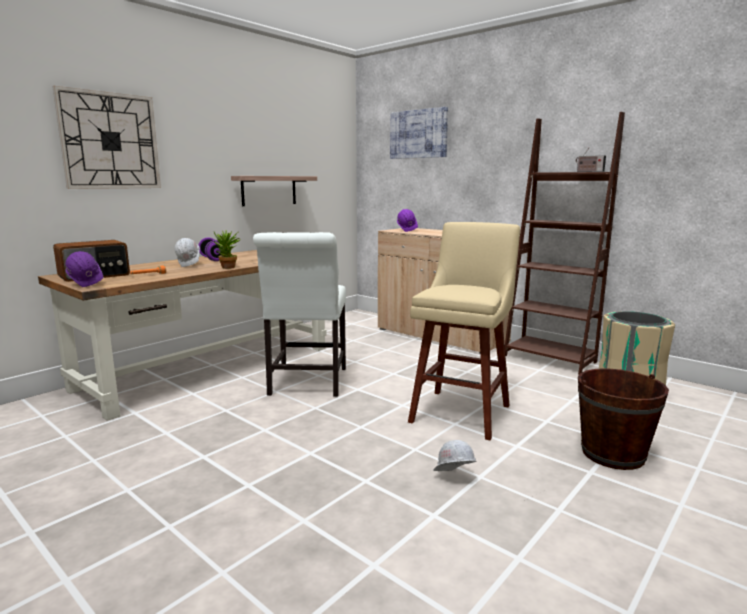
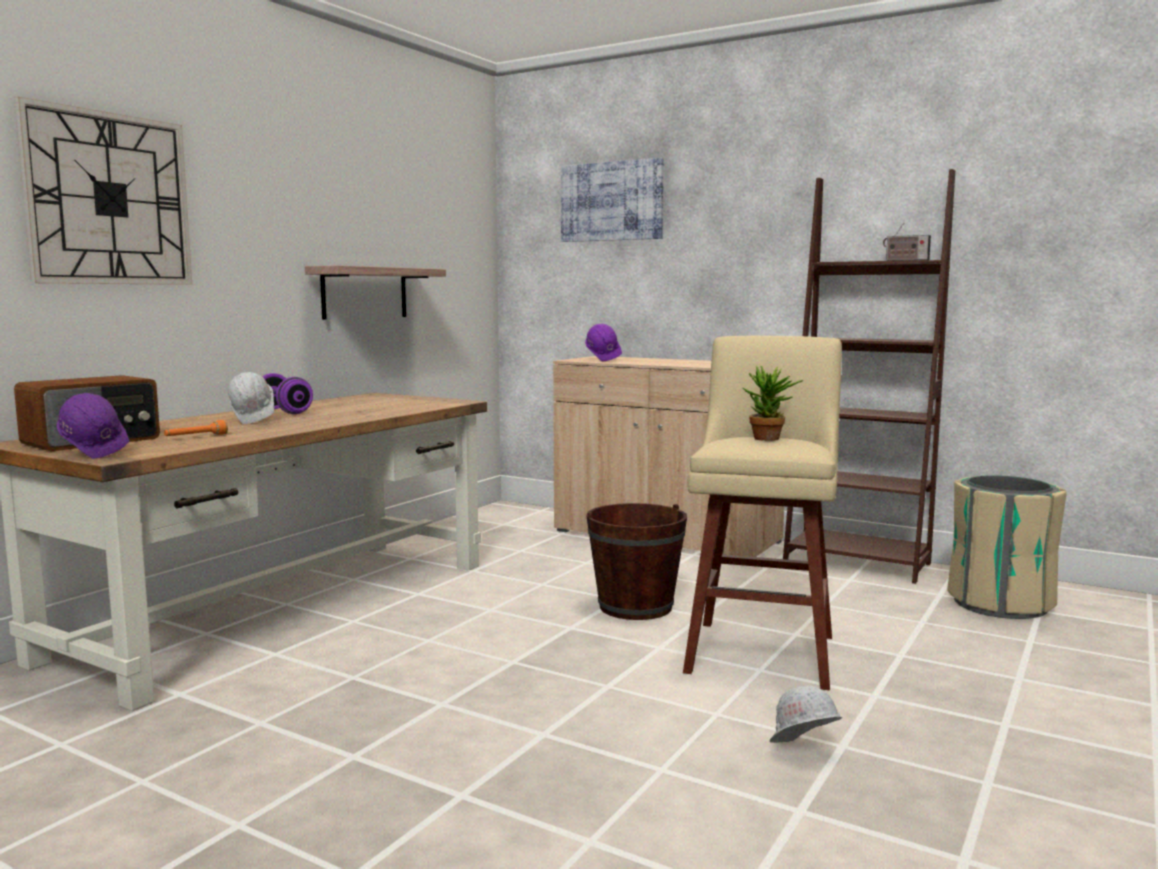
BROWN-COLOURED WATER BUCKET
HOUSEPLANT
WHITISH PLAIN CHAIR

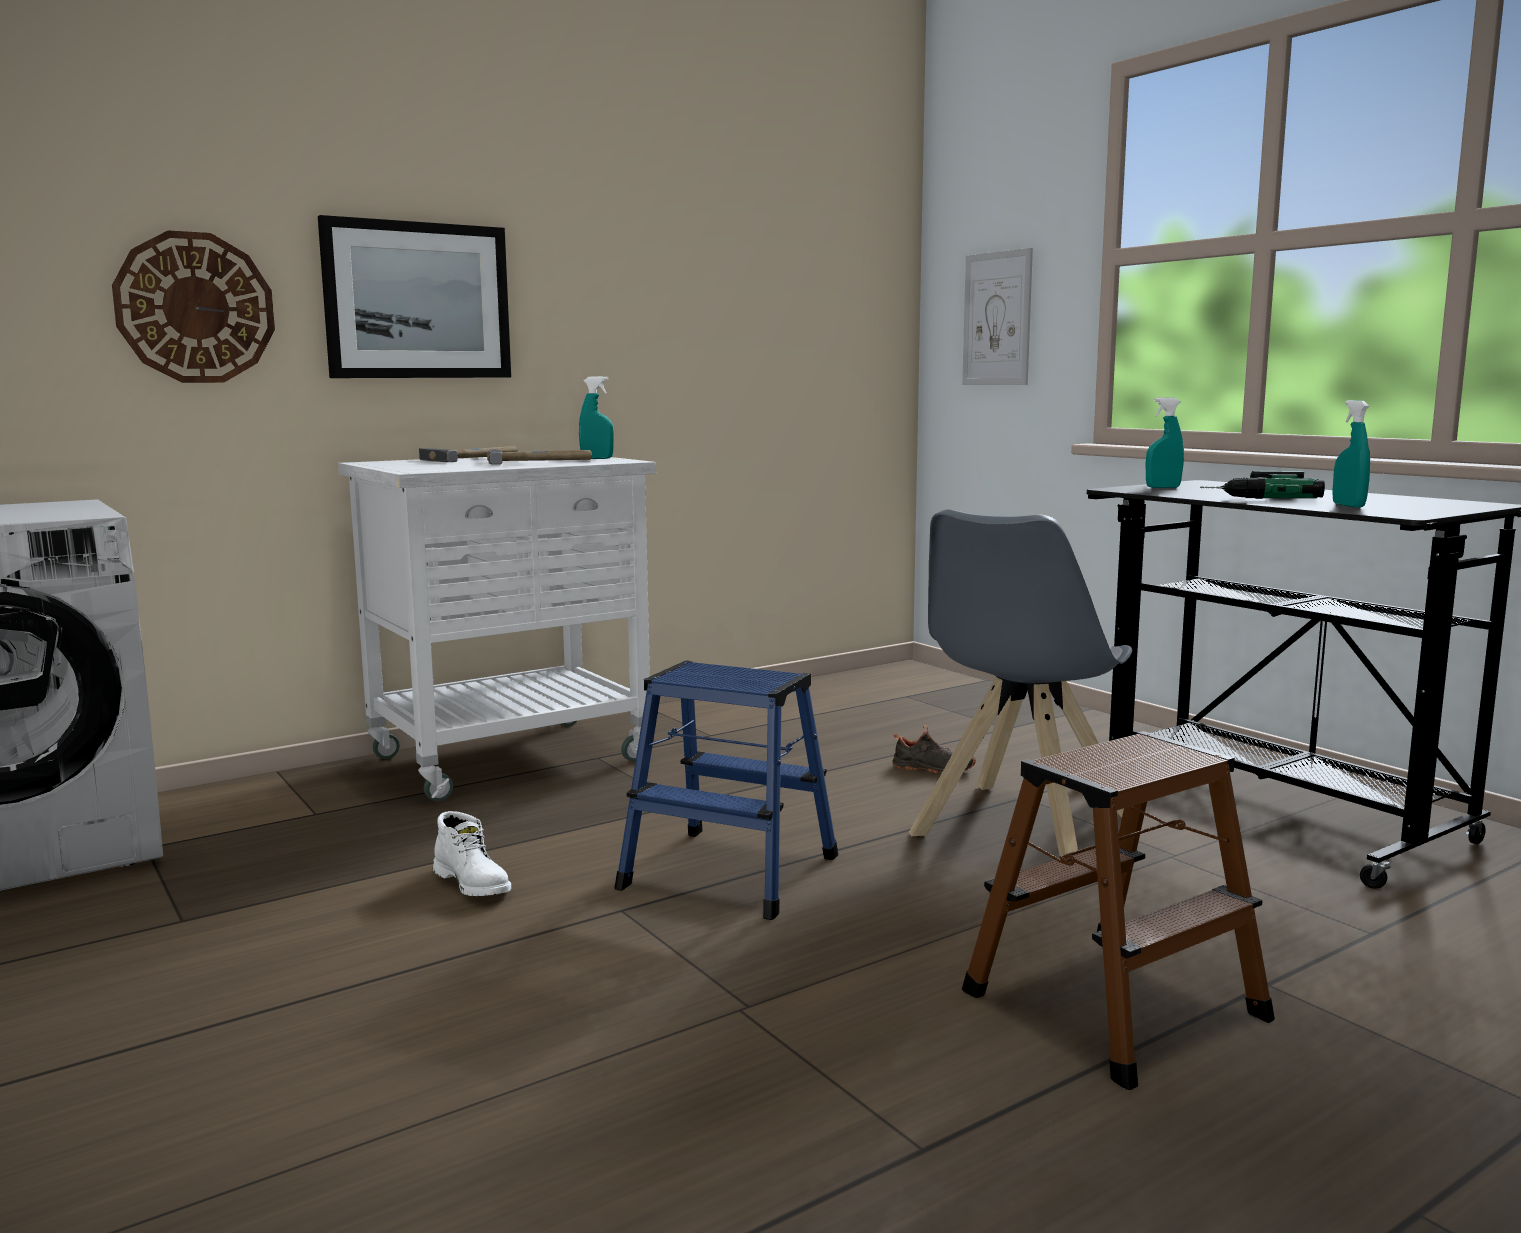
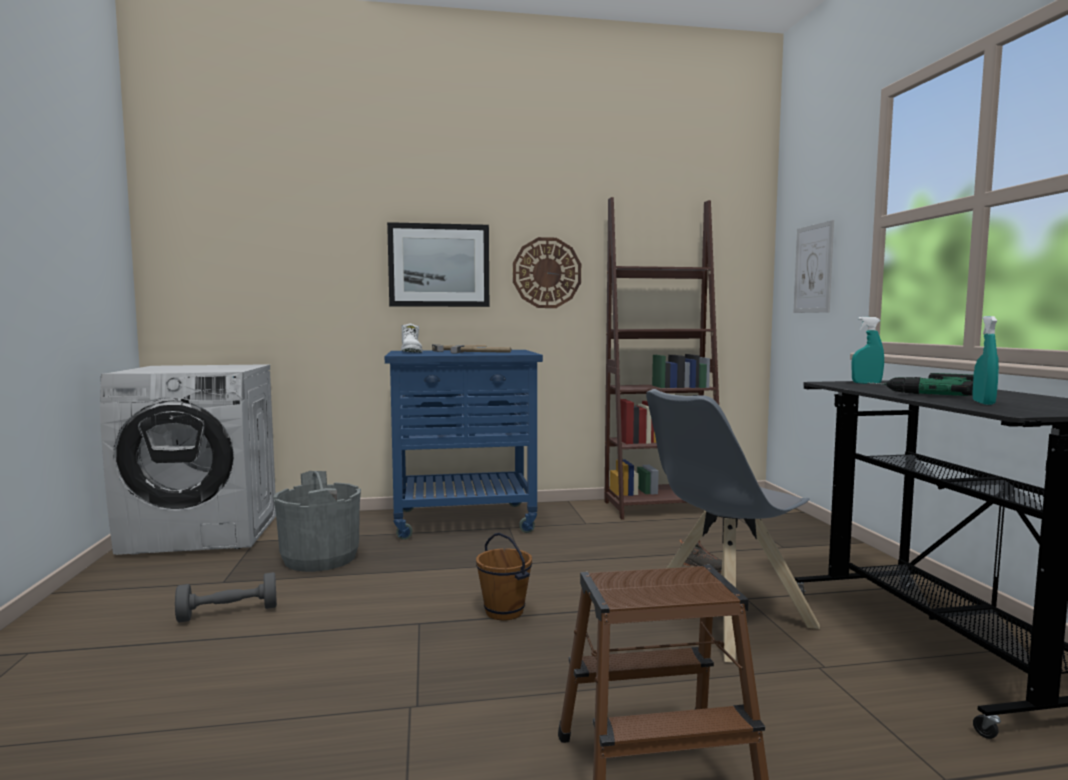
GREYISH FREE WEIGHT
GREYISH WATER BUCKET
BLUE TROLLEY
WHITISH HIGH-TOP BOOT
BROWN-COLOURED WATER BUCKET
CLOCK ON THE WALL
BROWN-COLOURED BOOKSHELF
TURQUOISE HAND SPRAYER (no. 1 from left in the first image)

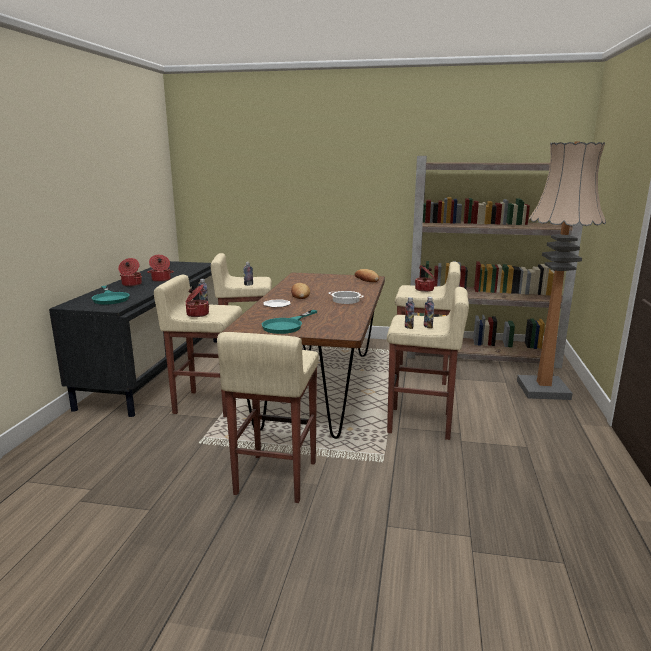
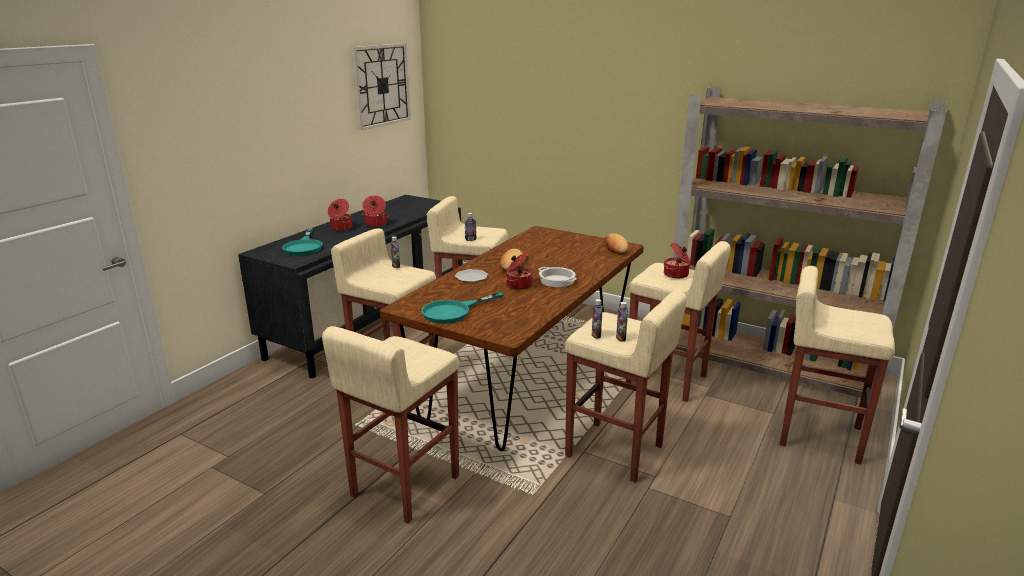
CLOCK ON THE WALL
SAUCEPOT (no. 3 from left)
BEIGE STOOL (no. 6 from left)

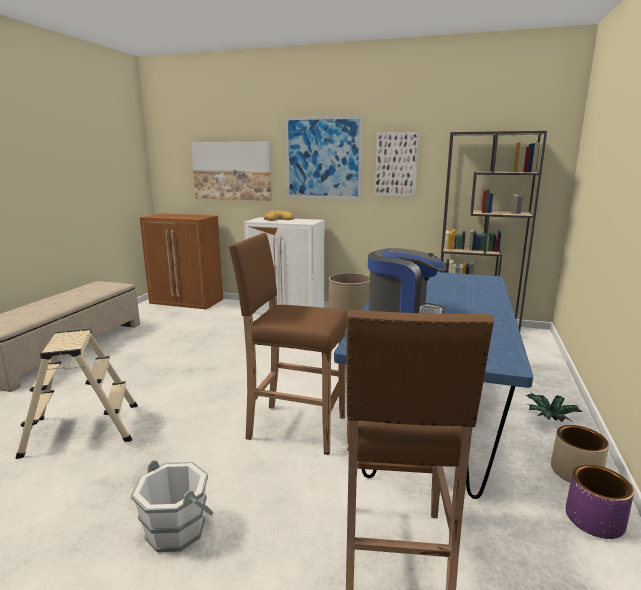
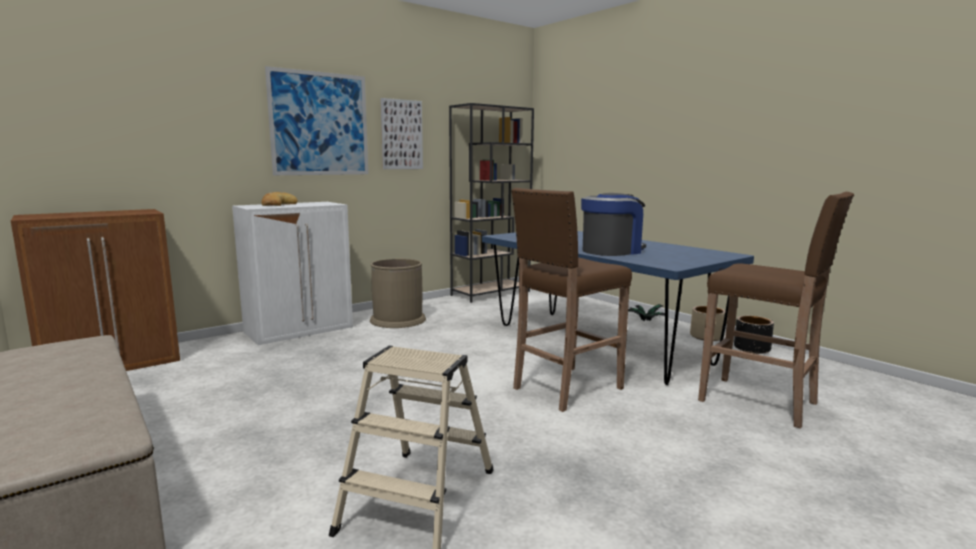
BLACK-COLOURED FLOWER POT
WHITISH WATER BUCKET
PICTURE (no. 1 from left in the first image)

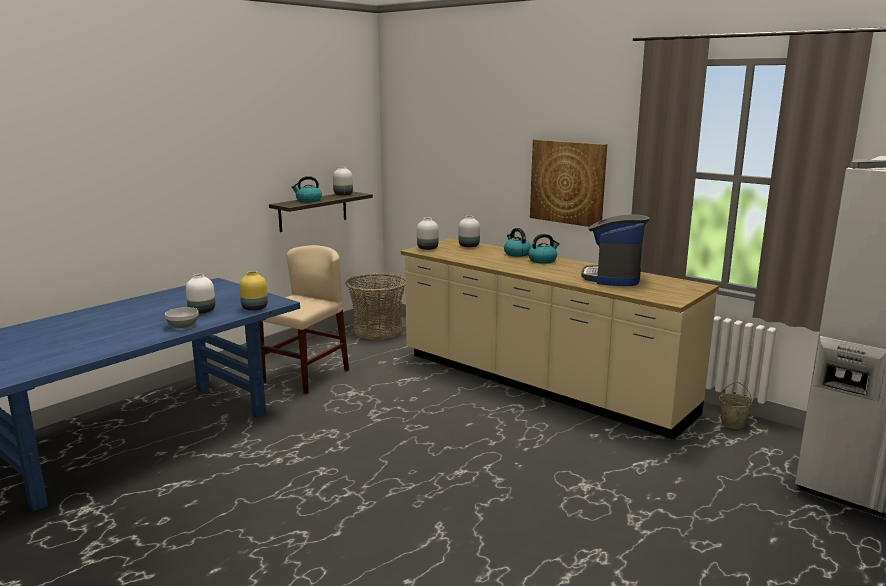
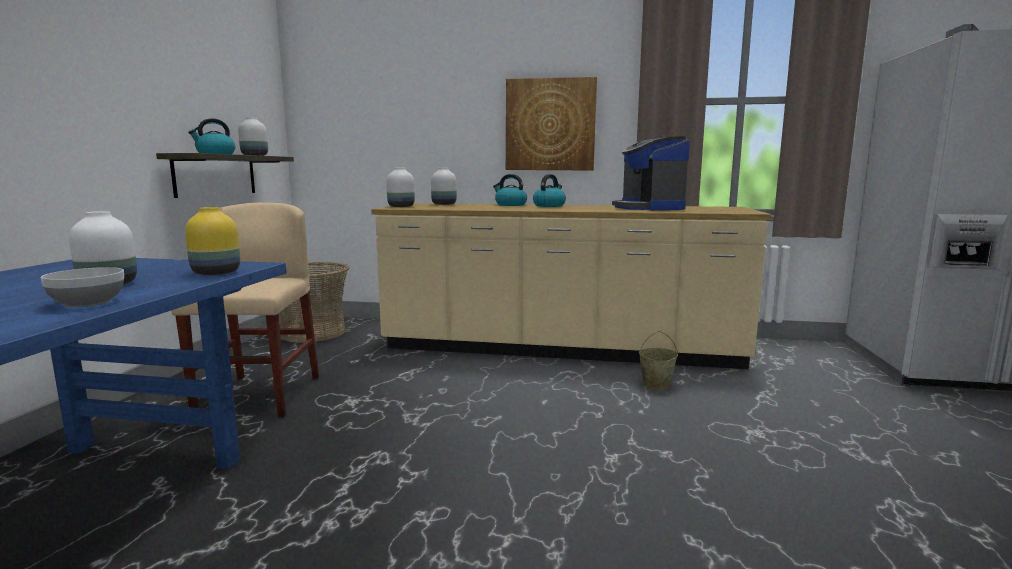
BEIGE WATER BUCKET

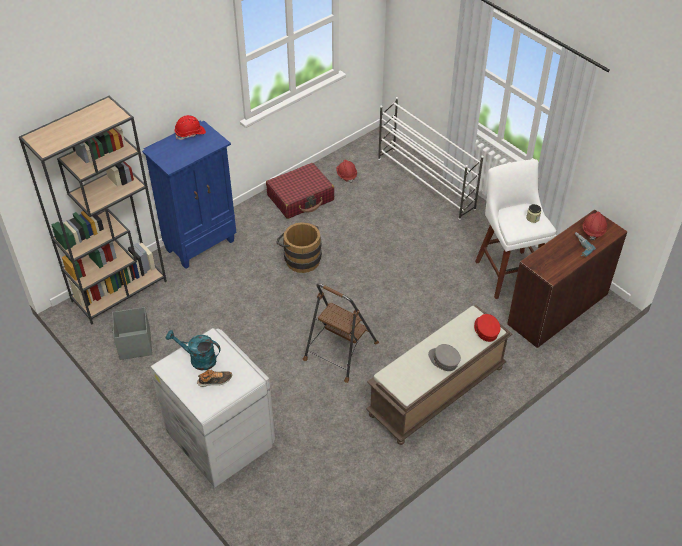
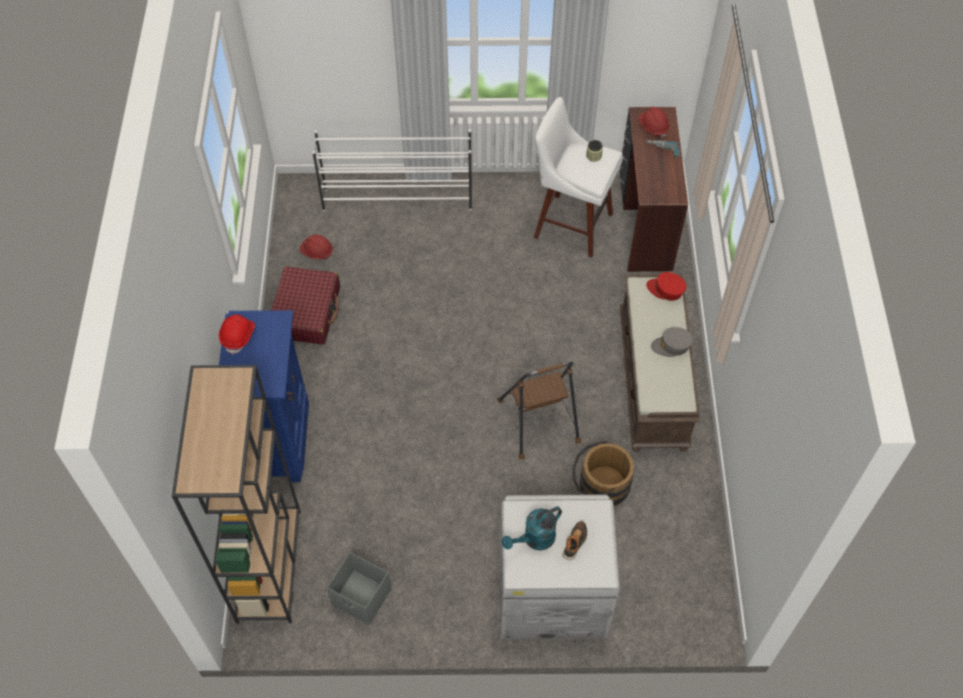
BROWN-COLOURED WATER BUCKET

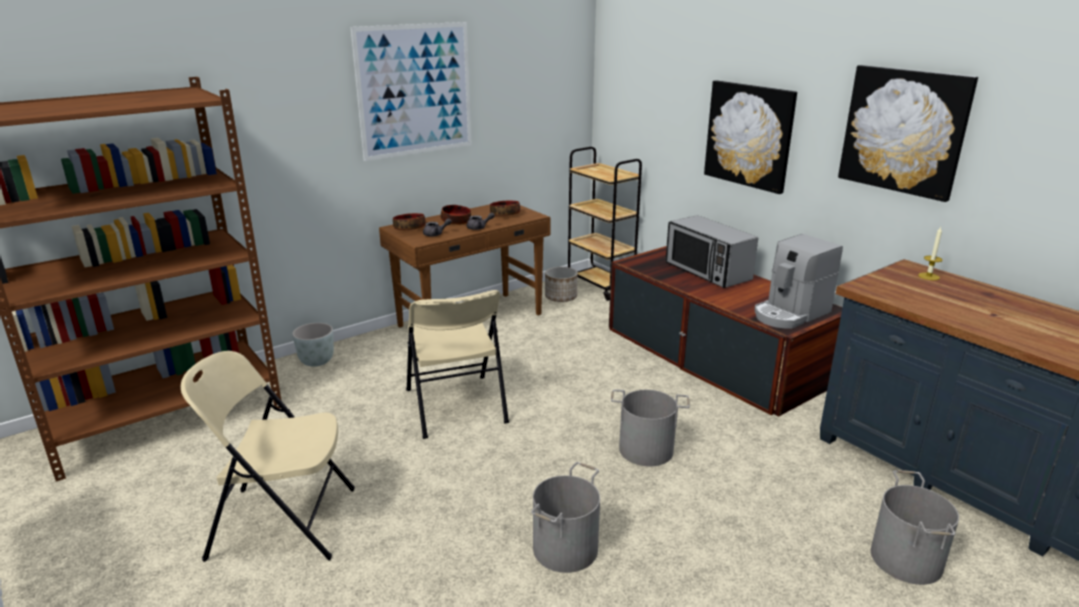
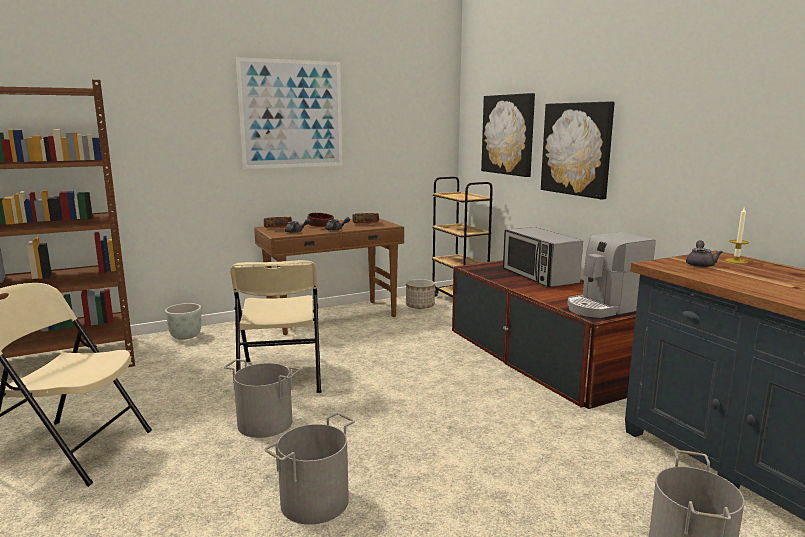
GREYISH WATER BUCKET (no. 1 from left)
PICTURE (no. 2 from left)
GREYISH TEAPOT (no. 3 from left)

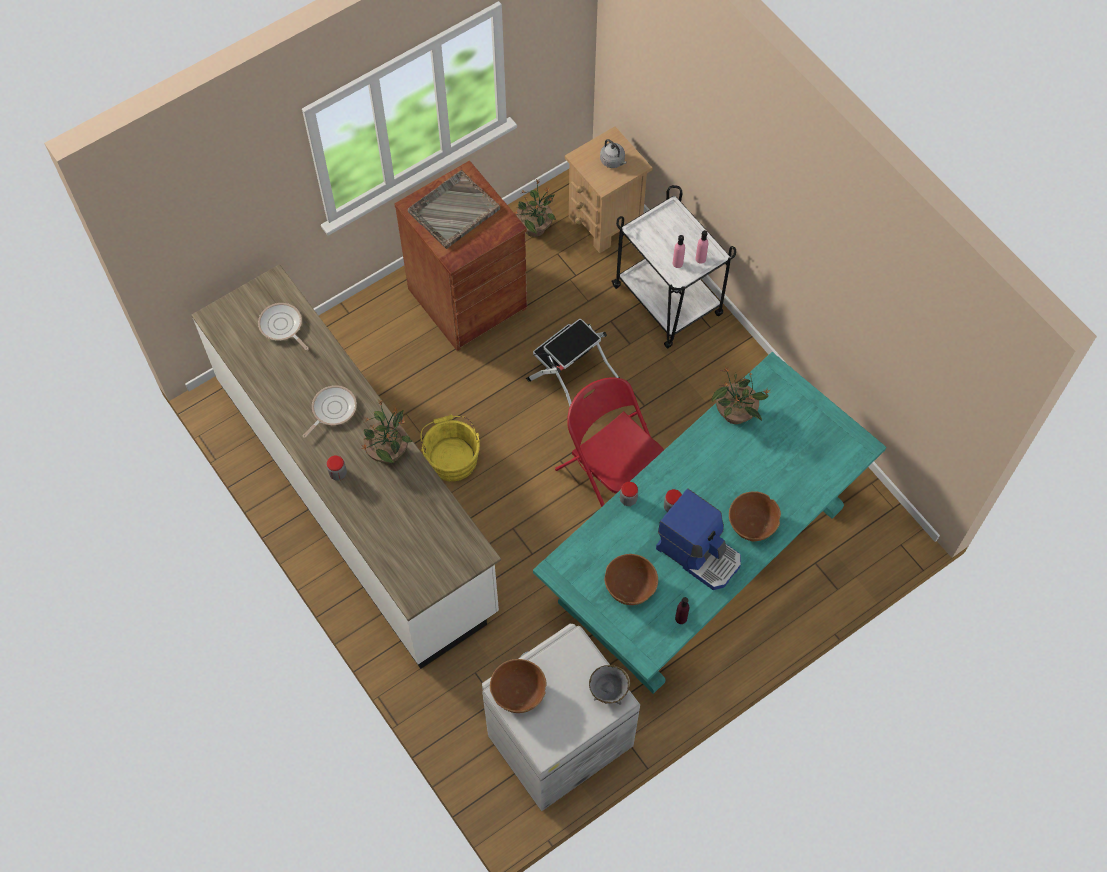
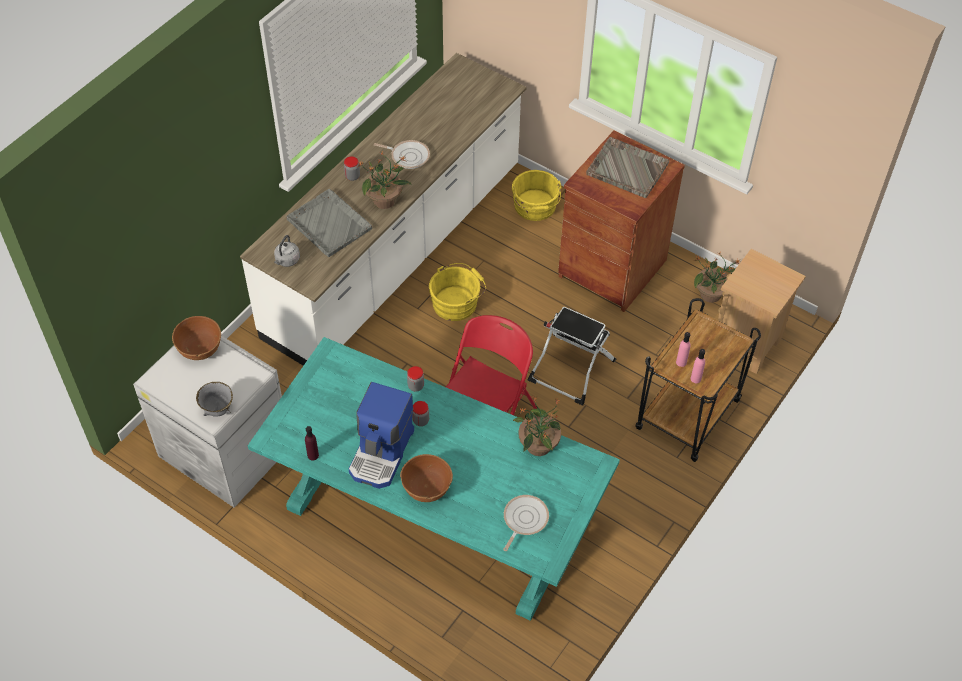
GREYISH TEA KETTLE
GREYISH SERVING TRAY (no. 1 from left)
FRYING PAN (no. 2 from left)
YELLOW-COLOURED WATER BUCKET (no. 2 from left)
BROWN-COLOURED TROLLEY
BROWN-COLOURED DEEP DISH (no. 2 from left in the first image)

